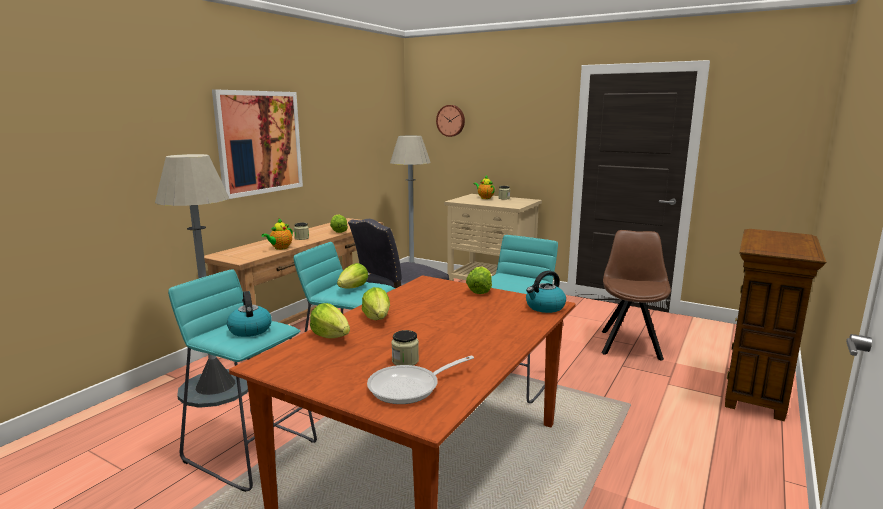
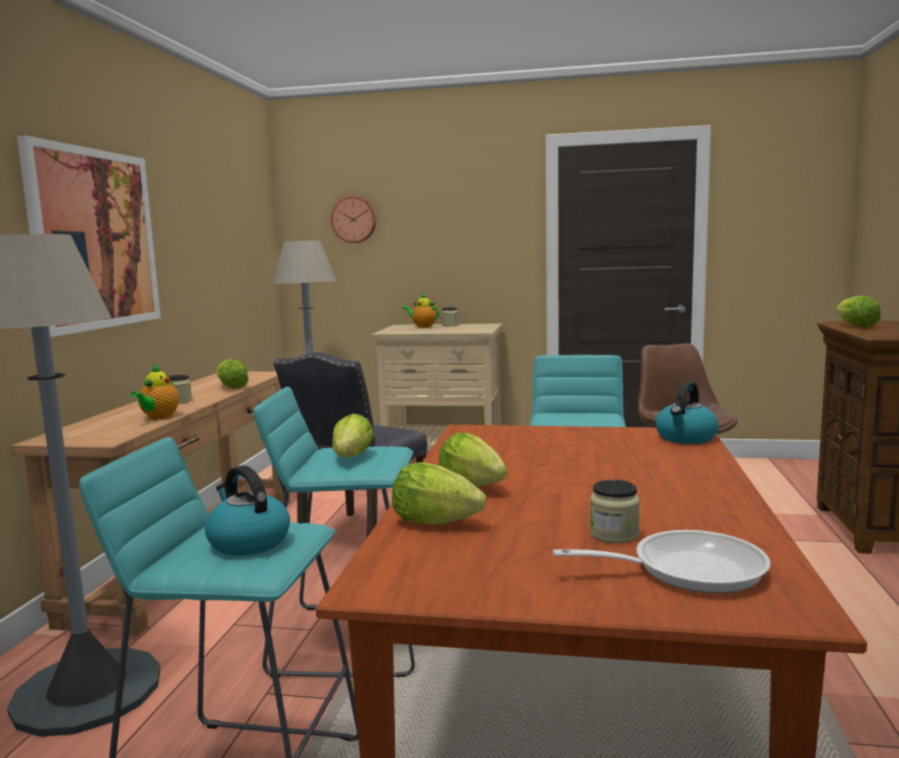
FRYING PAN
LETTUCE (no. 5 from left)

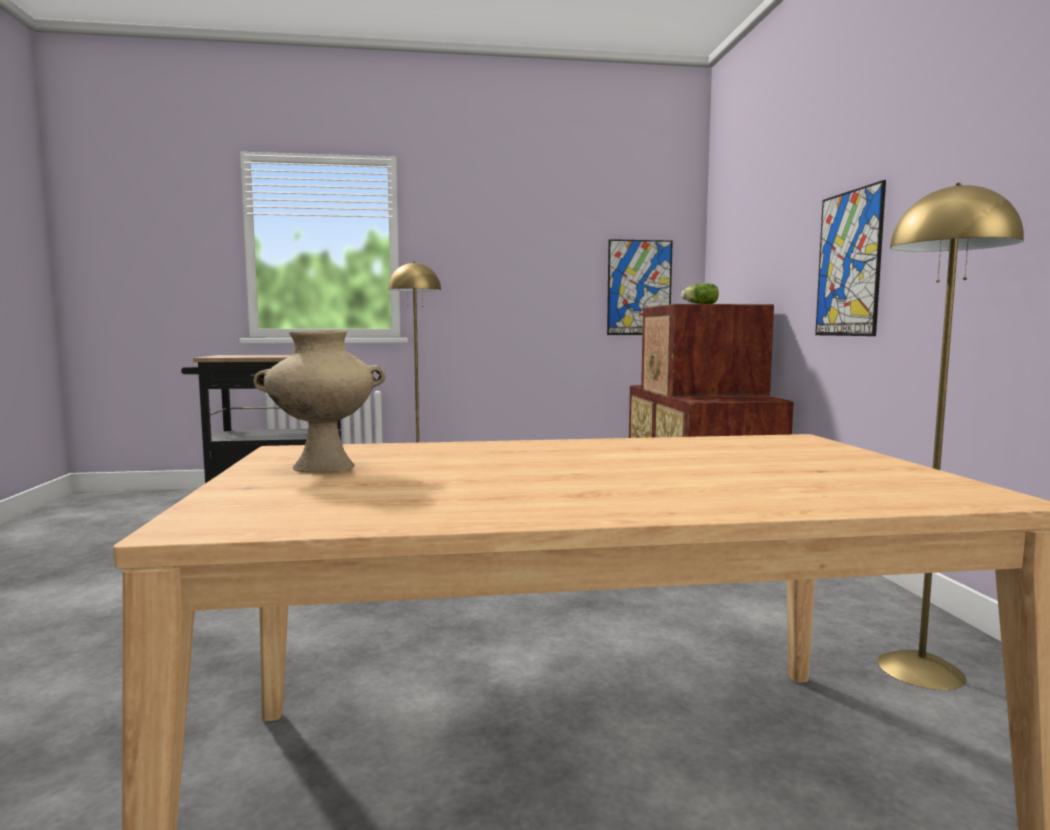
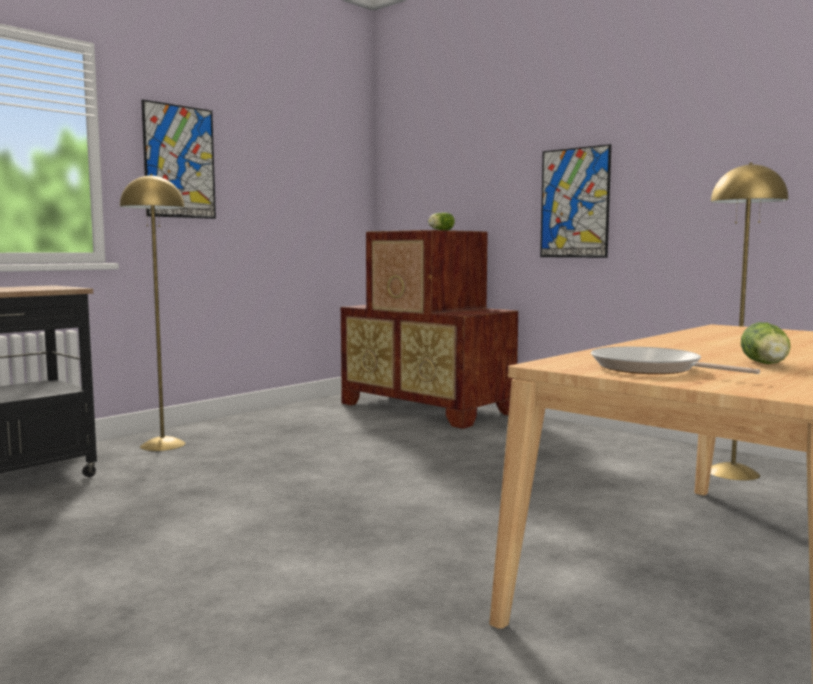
PICTURE (no. 1 from left)
FRYING PAN
LETTUCE (no. 2 from left)

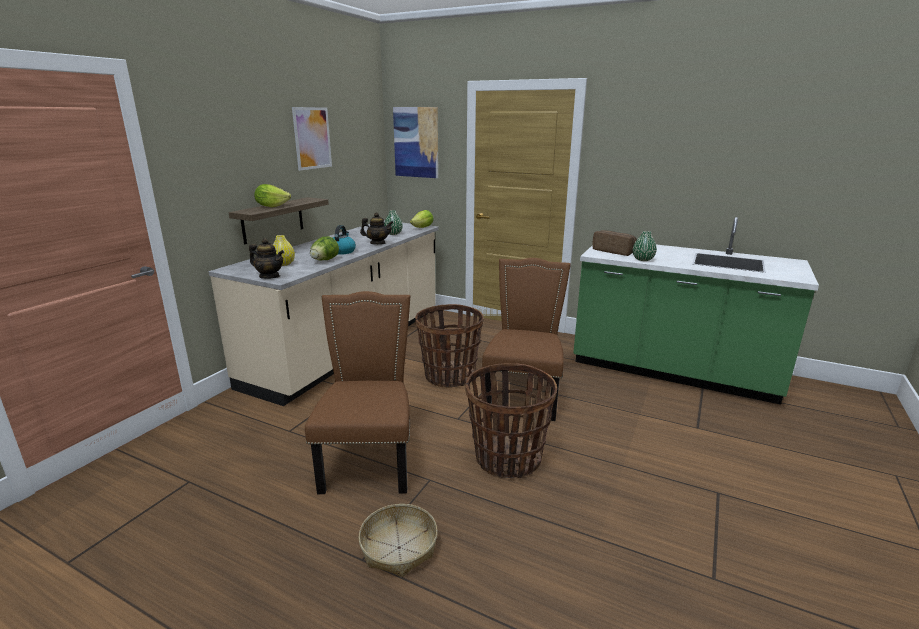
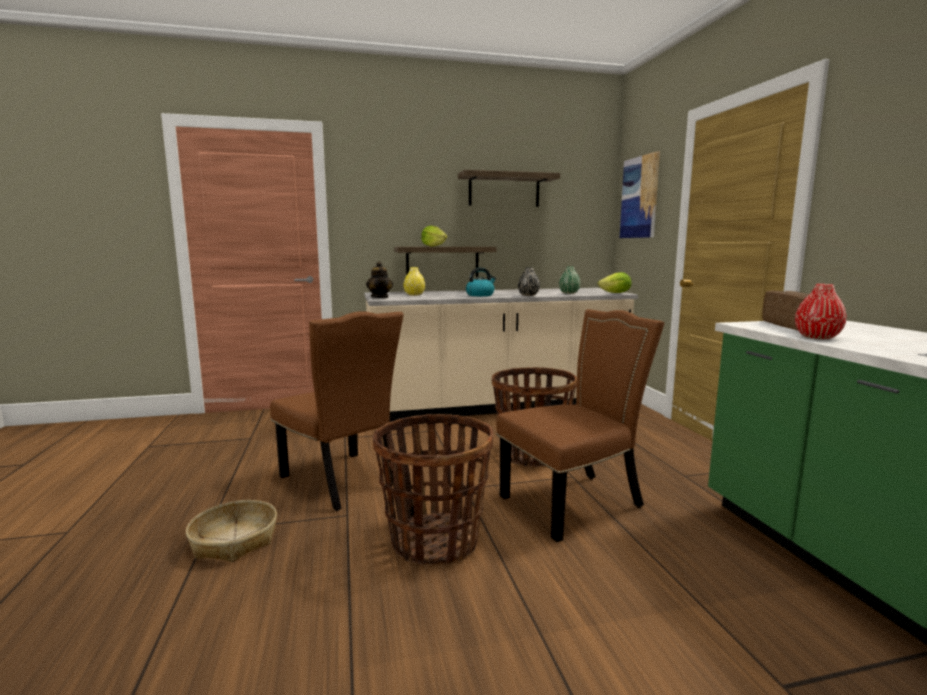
BROWN-COLOURED PLAIN CHAIR (no. 1 from left)
BRACKET SHELF (no. 2 from left)
BLACK-COLOURED FLOWER VASE
RED FLOWER VASE
LETTUCE (no. 2 from left in the first image)

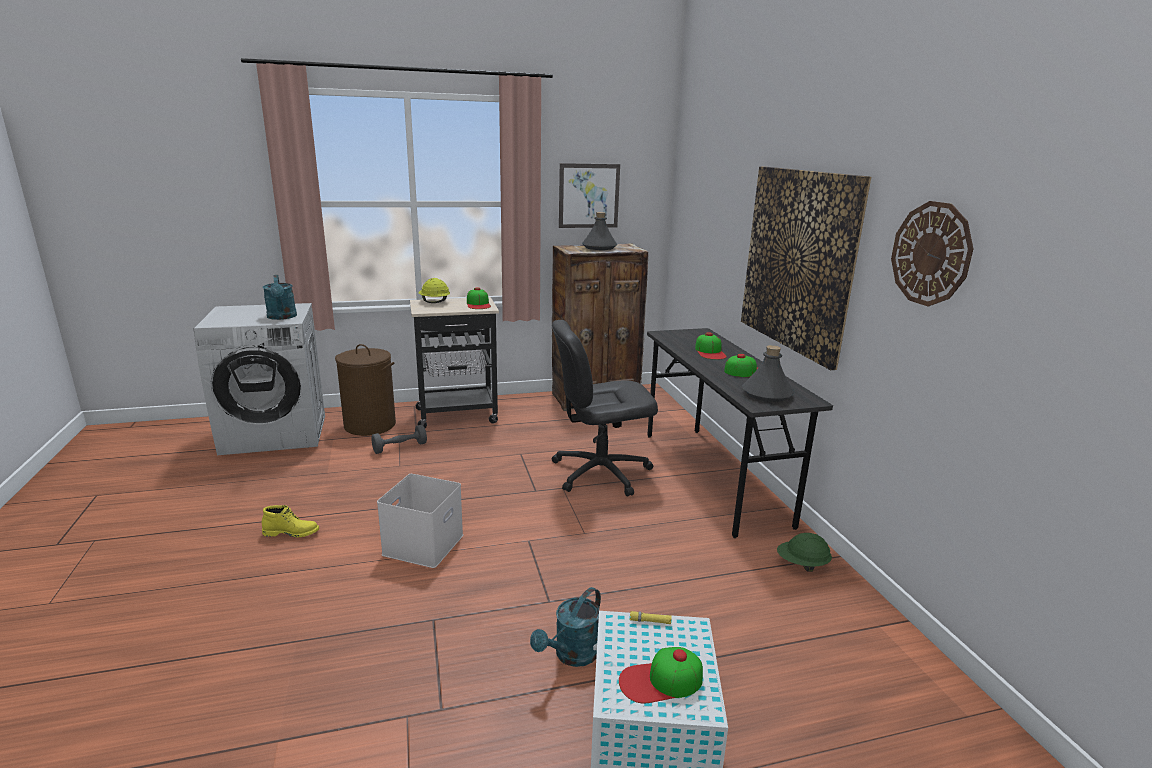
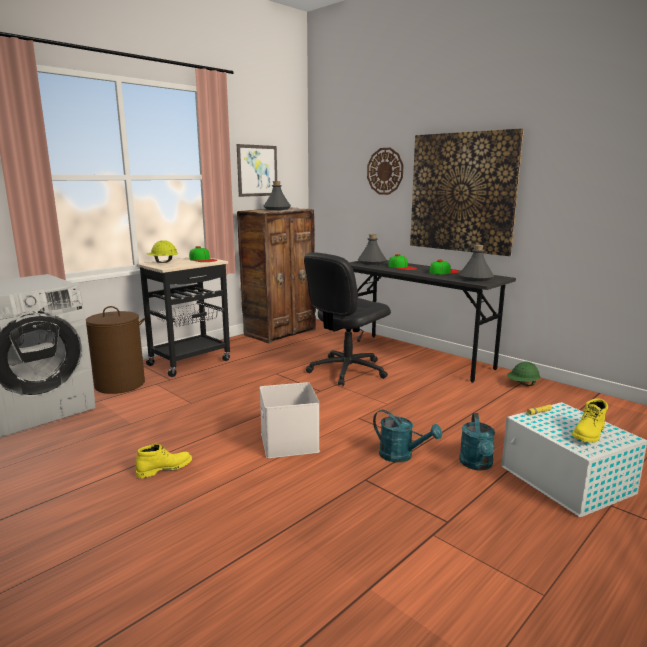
GREYISH BOTTLE (no. 2 from left)
CLOCK ON THE WALL
TURQUOISE WATERING POT (no. 1 from left)
YELLOW-COLOURED HIGH-TOP BOOT (no. 2 from left)
GREYISH FREE WEIGHT

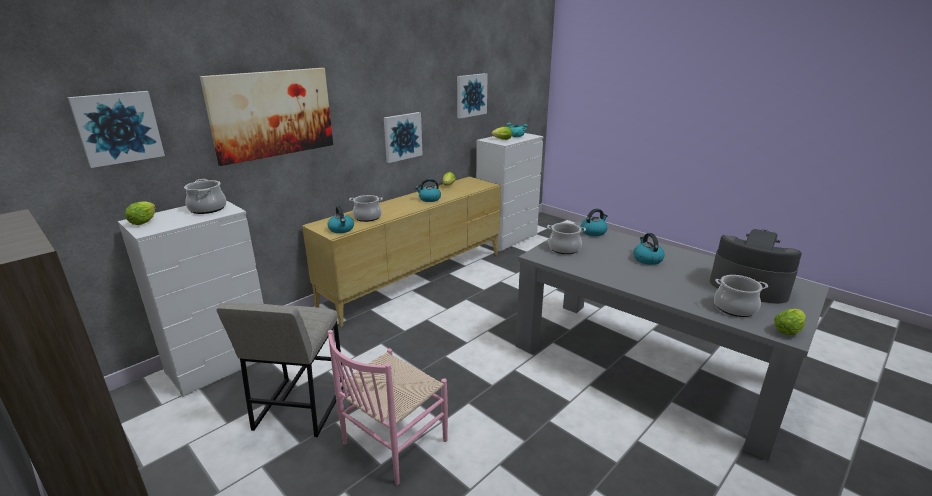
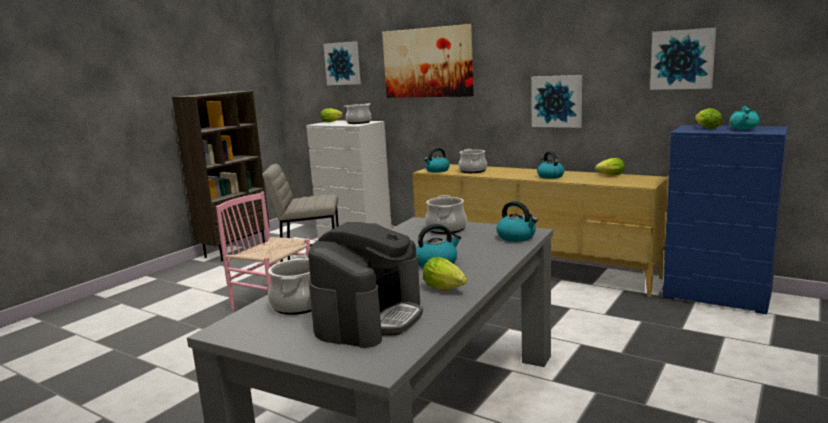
LETTUCE (no. 2 from left)
BLUE DRAWER CHEST

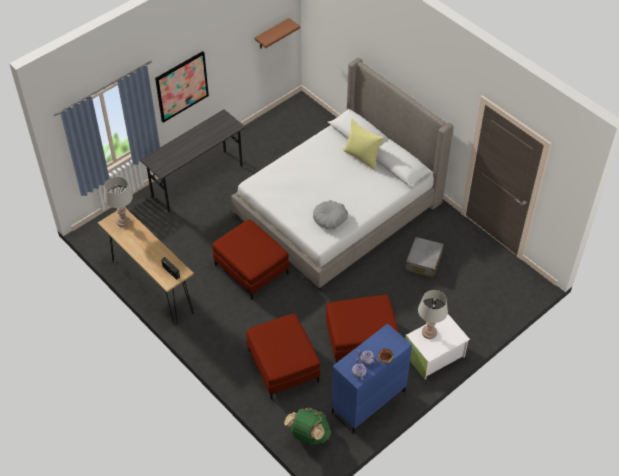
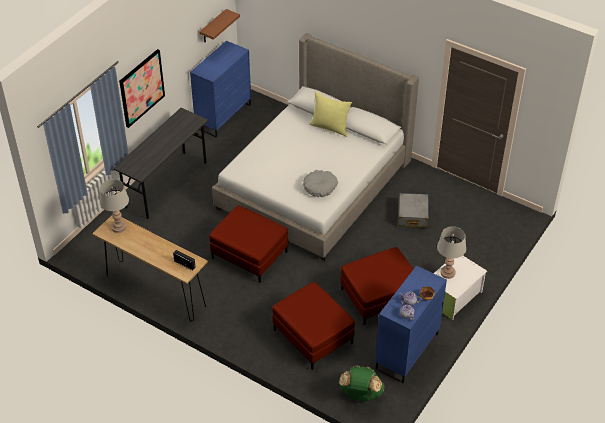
BLUE DRAWER CHEST (no. 1 from left)

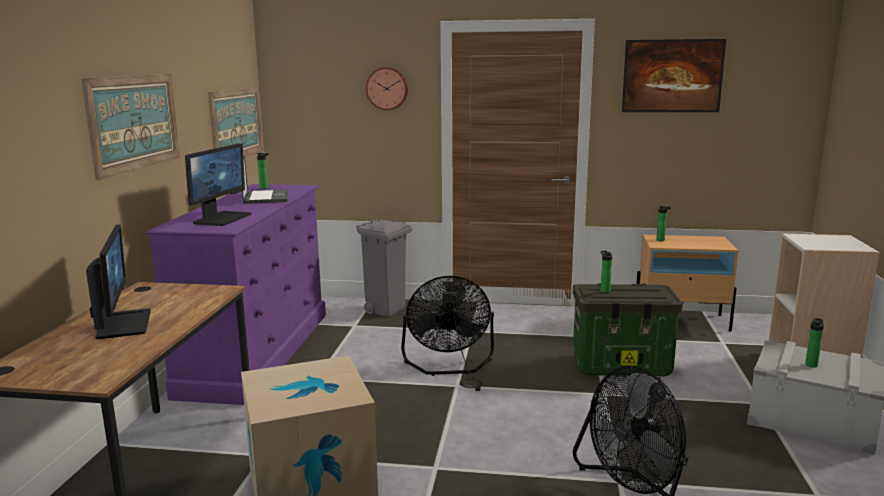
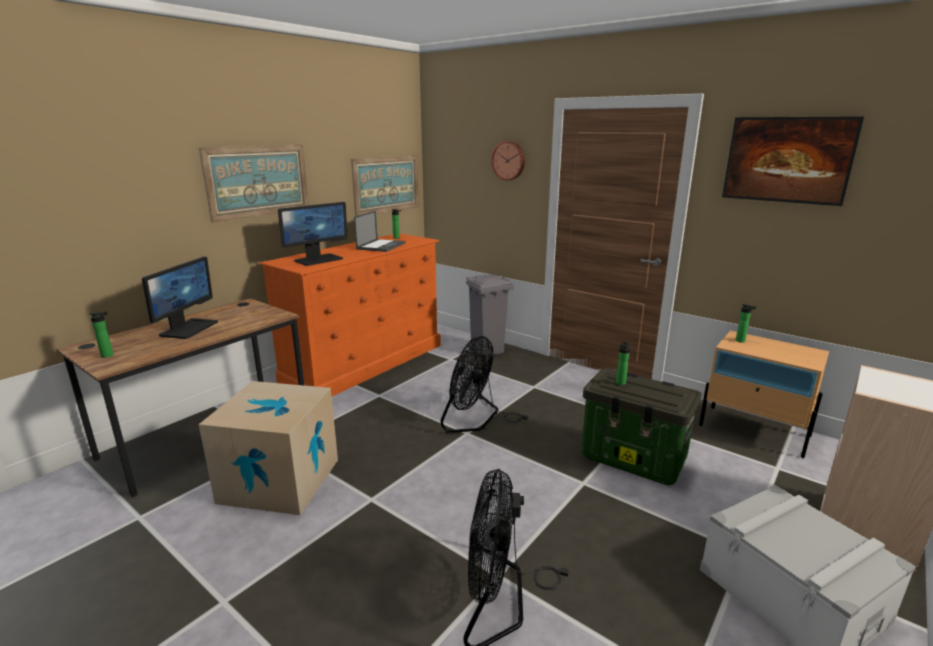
BOTTLE (no. 1 from left)
ORANGE DRAWER CHEST
BLACK-COLOURED ELECTRIC FAN (no. 1 from left)

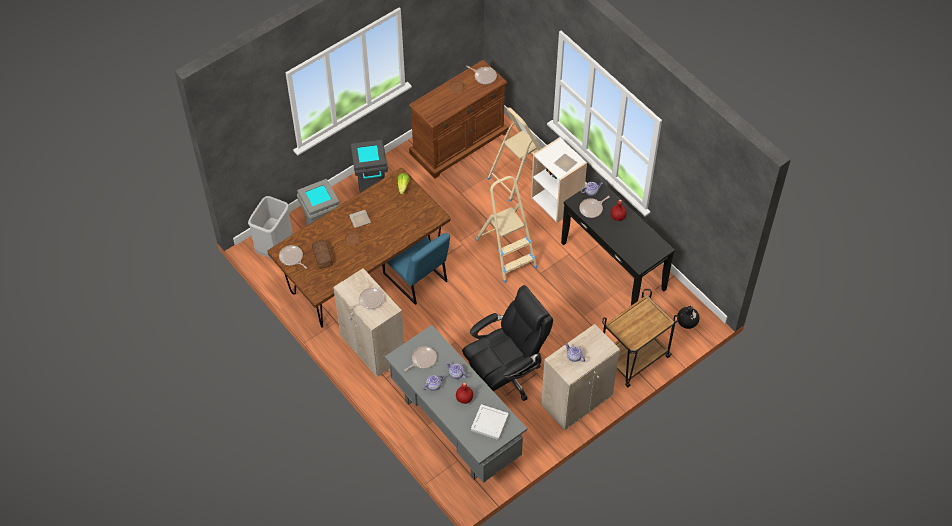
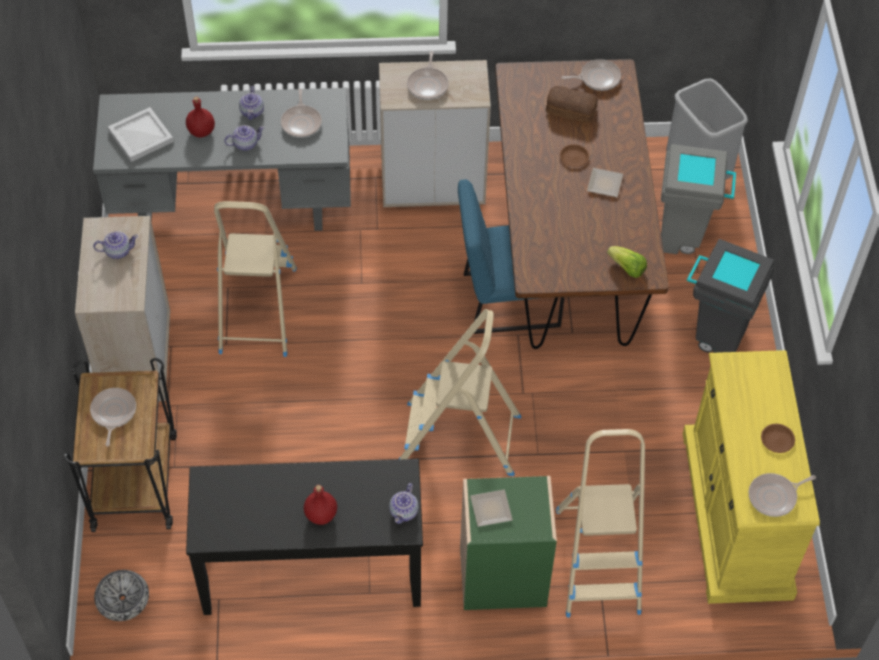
FRYING PAN (no. 1 from left)
DEEP DISH
BEIGE STEP LADDER (no. 1 from left)
GREEN BOOKSHELF
YELLOW-COLOURED DRAWER CHEST

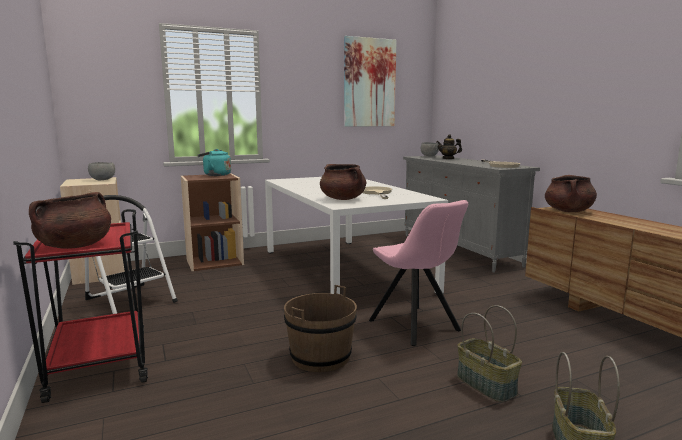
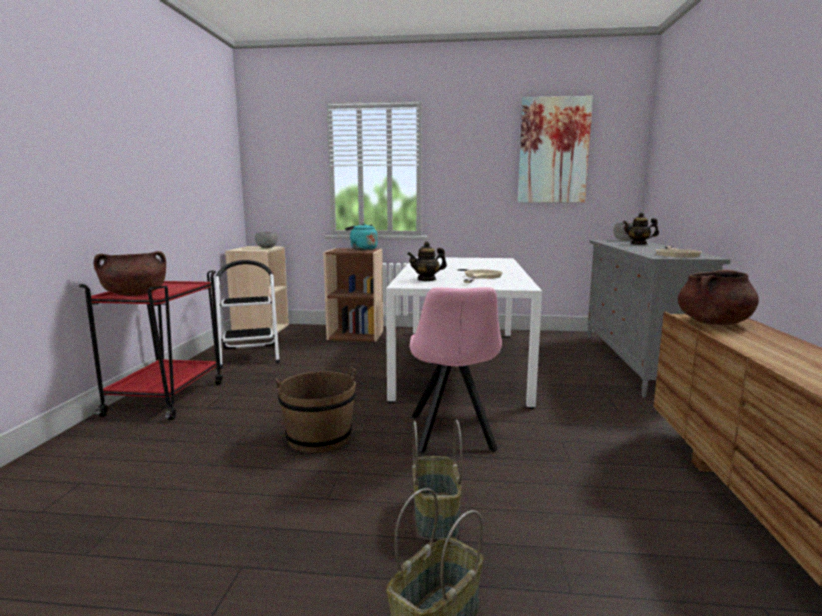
TEAPOT (no. 1 from left)

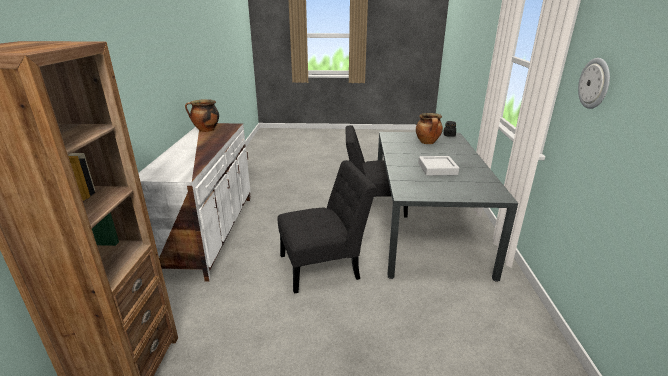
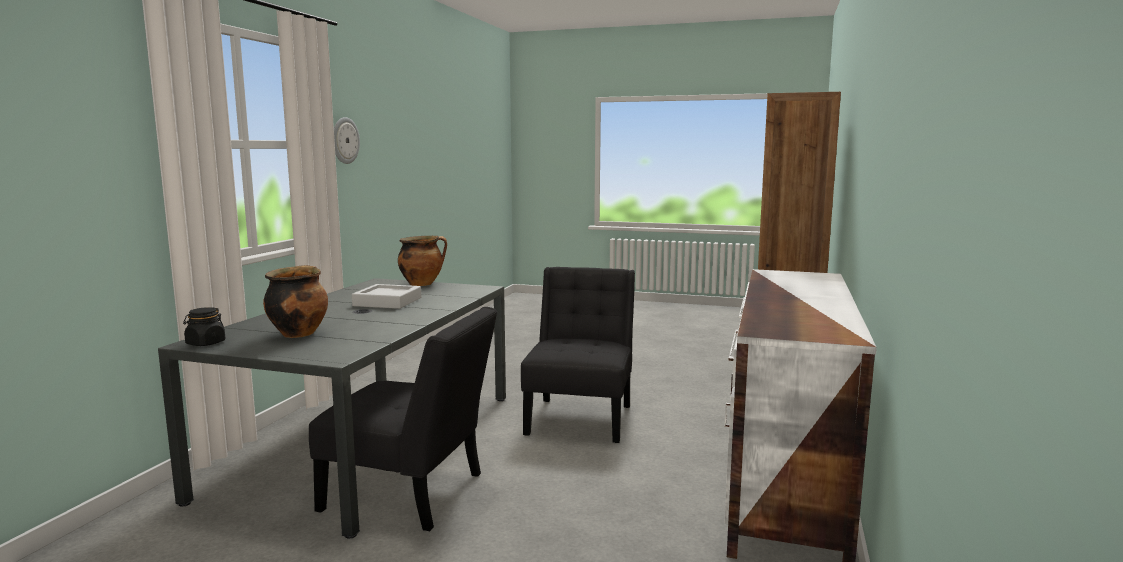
SAUCEPOT (no. 2 from left)
BLACK-COLOURED PLAIN CHAIR (no. 2 from left)

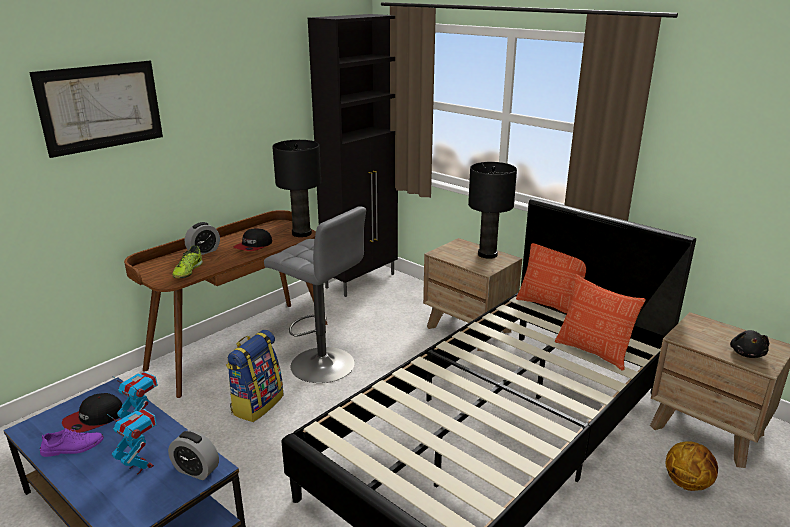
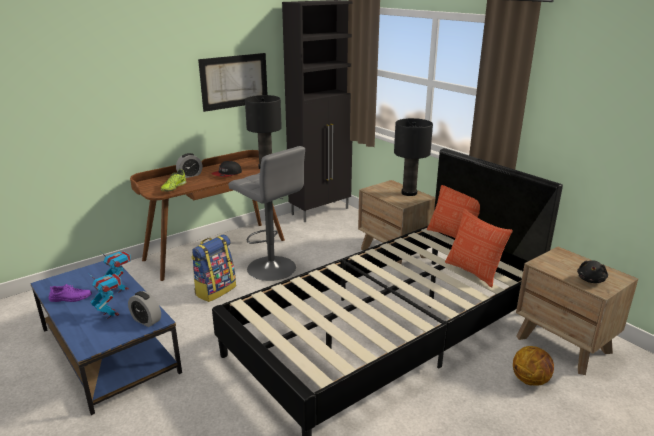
PICTURE
BASEBALL CAP (no. 1 from left in the first image)

